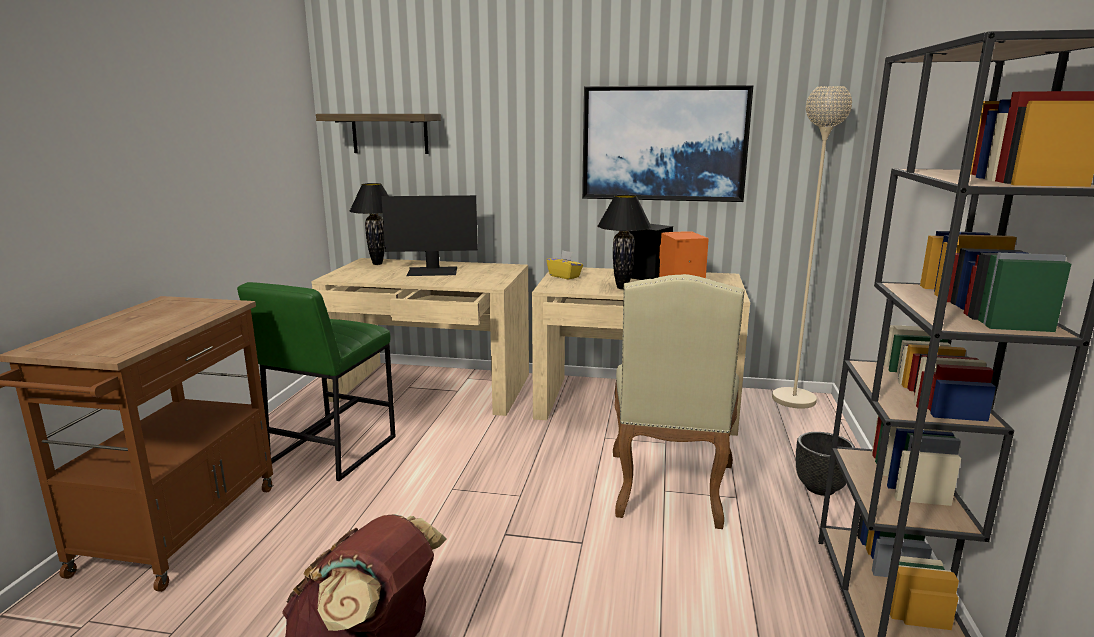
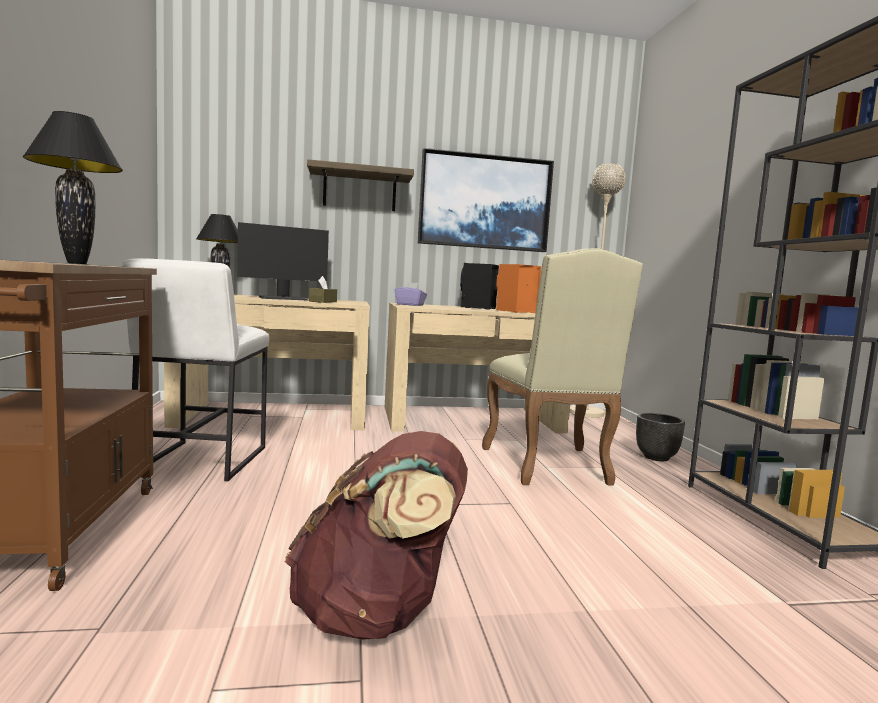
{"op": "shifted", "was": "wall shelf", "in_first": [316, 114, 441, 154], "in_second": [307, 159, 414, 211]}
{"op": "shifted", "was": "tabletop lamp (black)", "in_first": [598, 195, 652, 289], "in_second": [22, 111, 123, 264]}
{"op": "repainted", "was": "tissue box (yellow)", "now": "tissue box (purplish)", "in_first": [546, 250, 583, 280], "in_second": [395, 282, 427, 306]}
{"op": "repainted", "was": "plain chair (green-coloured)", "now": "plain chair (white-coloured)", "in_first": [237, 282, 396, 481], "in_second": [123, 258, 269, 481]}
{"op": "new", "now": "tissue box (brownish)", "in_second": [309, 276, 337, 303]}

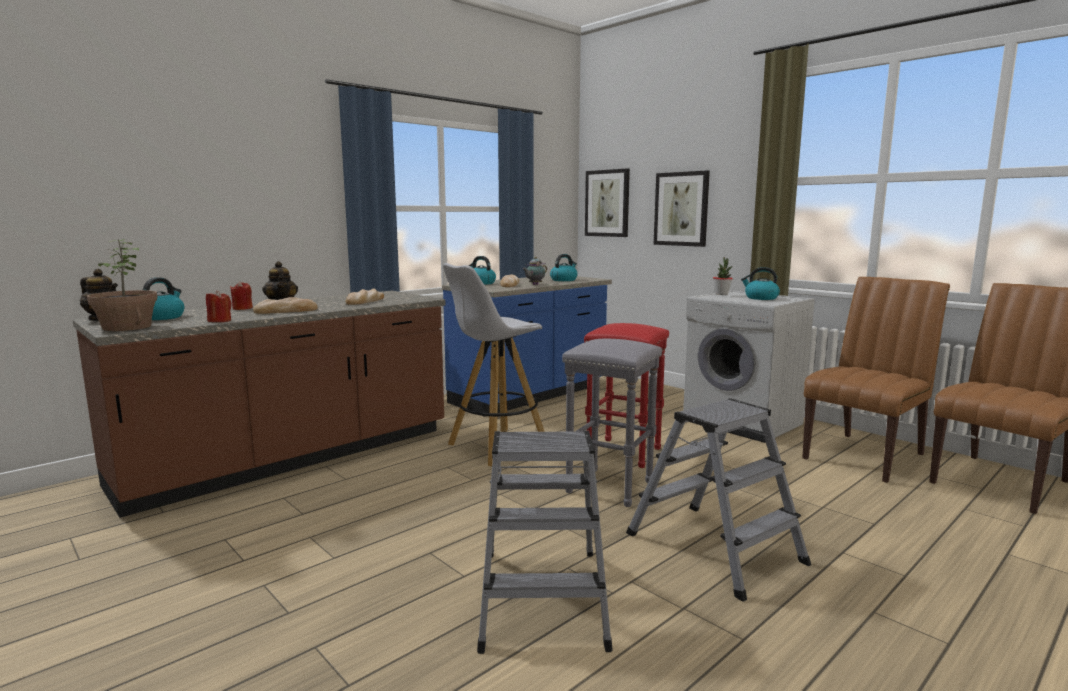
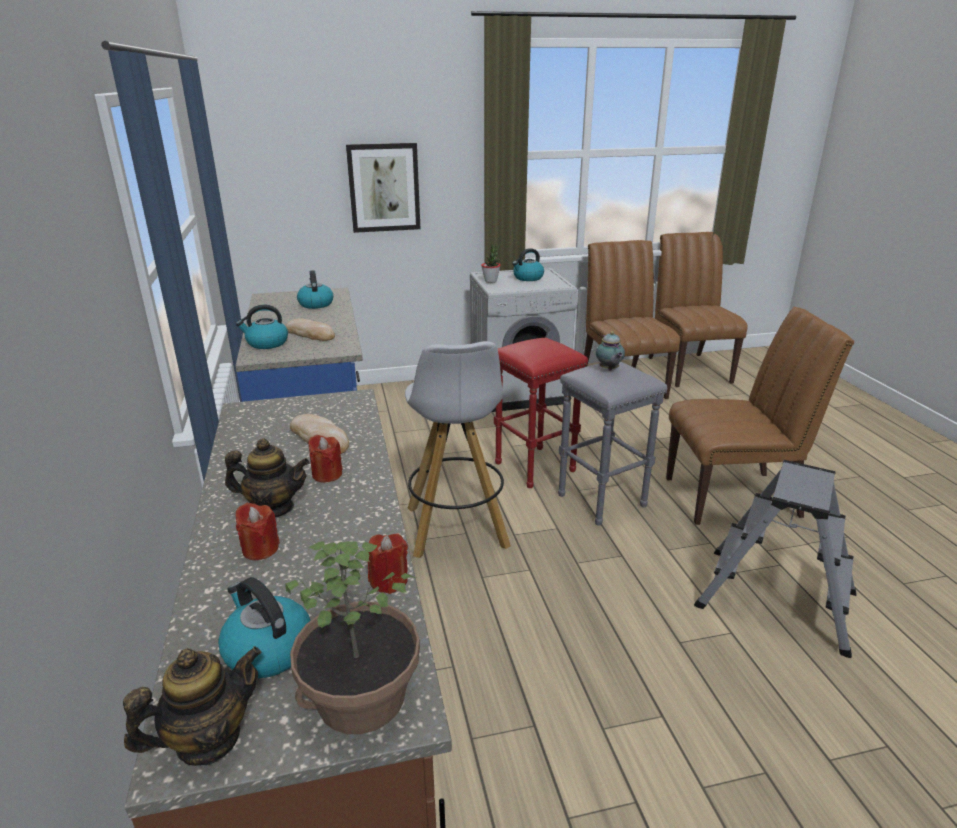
{"op": "gone", "was": "wall picture", "in_first": [585, 169, 630, 237]}
{"op": "shifted", "was": "pot for tea", "in_first": [522, 257, 547, 285], "in_second": [596, 331, 625, 371]}
{"op": "gone", "was": "bakery bread", "in_first": [253, 297, 318, 314]}
{"op": "swapped", "was": "stepladder (grey)", "now": "plain chair (brownish)", "in_first": [626, 398, 811, 602], "in_second": [666, 306, 854, 525]}
{"op": "new", "now": "candle (reddish)", "in_second": [308, 435, 343, 483]}

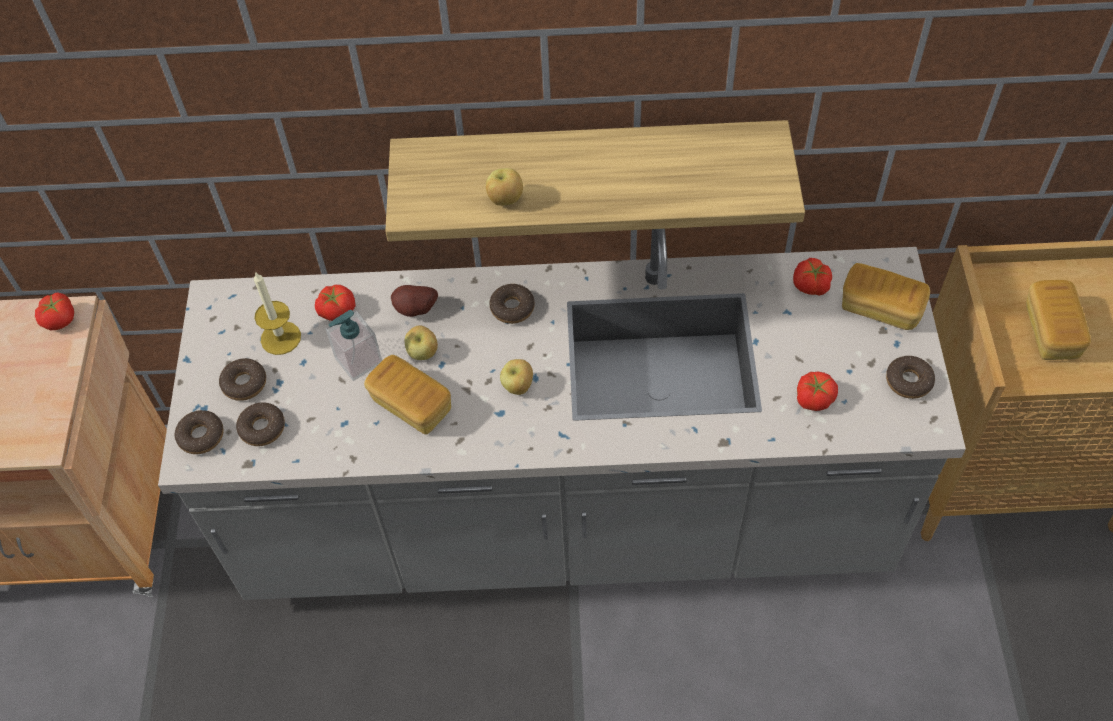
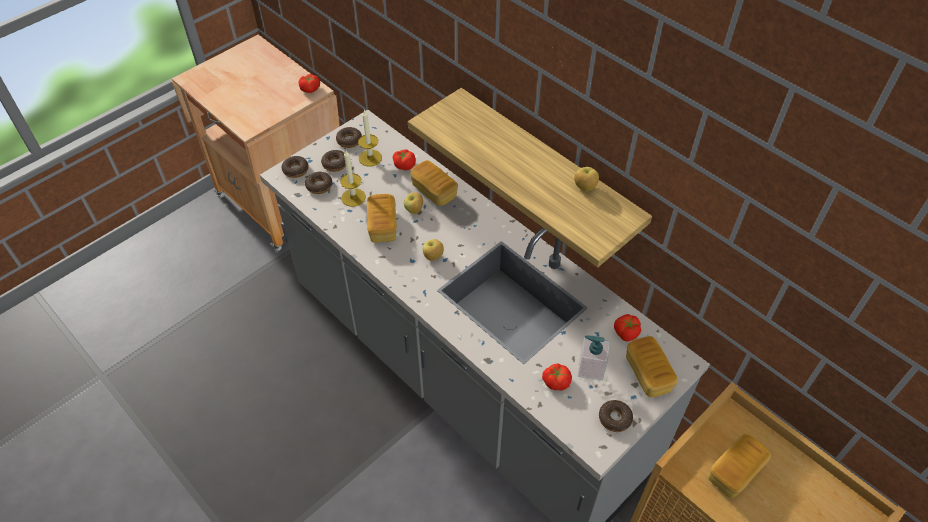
{"op": "shifted", "was": "apple fruit", "in_first": [486, 168, 523, 206], "in_second": [574, 167, 599, 191]}
{"op": "shifted", "was": "doughnut", "in_first": [489, 284, 535, 324], "in_second": [336, 127, 362, 148]}
{"op": "swapped", "was": "whole potato", "now": "bakery bread", "in_first": [391, 285, 438, 317], "in_second": [411, 160, 458, 206]}
{"op": "shifted", "was": "soap bottle", "in_first": [326, 310, 382, 381], "in_second": [578, 336, 610, 381]}
{"op": "new", "now": "candle", "in_second": [340, 150, 366, 207]}

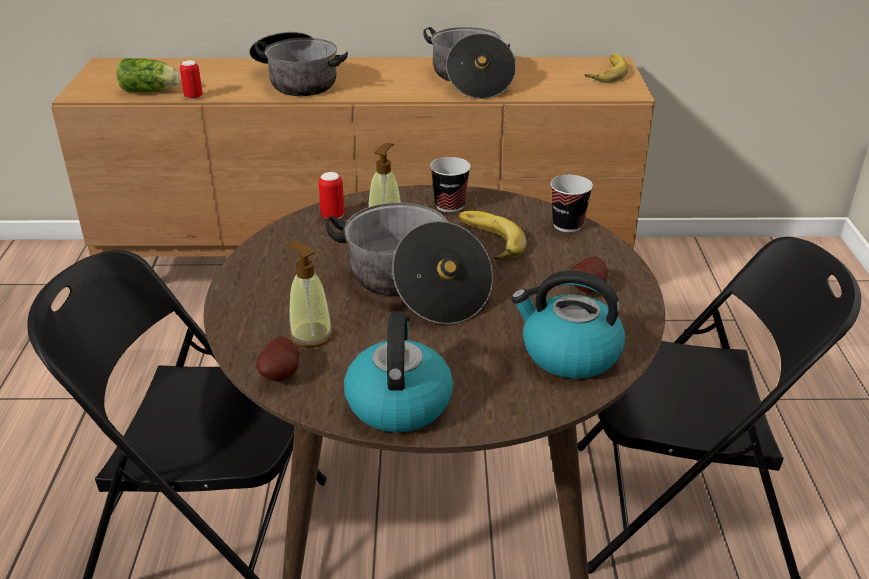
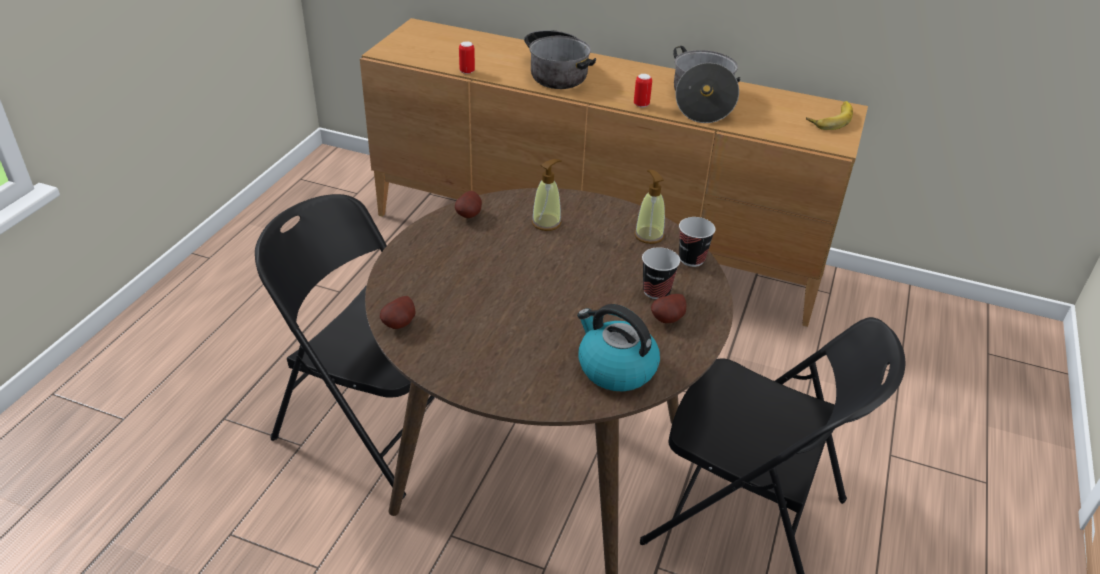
{"op": "gone", "was": "lettuce head", "in_first": [117, 58, 180, 93]}
{"op": "shifted", "was": "small cup", "in_first": [430, 157, 471, 213], "in_second": [642, 247, 680, 300]}
{"op": "shifted", "was": "sealed can", "in_first": [318, 172, 344, 219], "in_second": [634, 74, 652, 108]}
{"op": "gone", "was": "stockpot", "in_first": [325, 202, 493, 324]}
{"op": "gone", "was": "whole banana", "in_first": [459, 211, 526, 260]}
{"op": "shifted", "was": "soap bottle", "in_first": [287, 242, 333, 348], "in_second": [634, 170, 665, 244]}
{"op": "gone", "was": "kettle", "in_first": [344, 311, 453, 432]}
{"op": "new", "now": "whole potato", "in_second": [455, 191, 482, 218]}

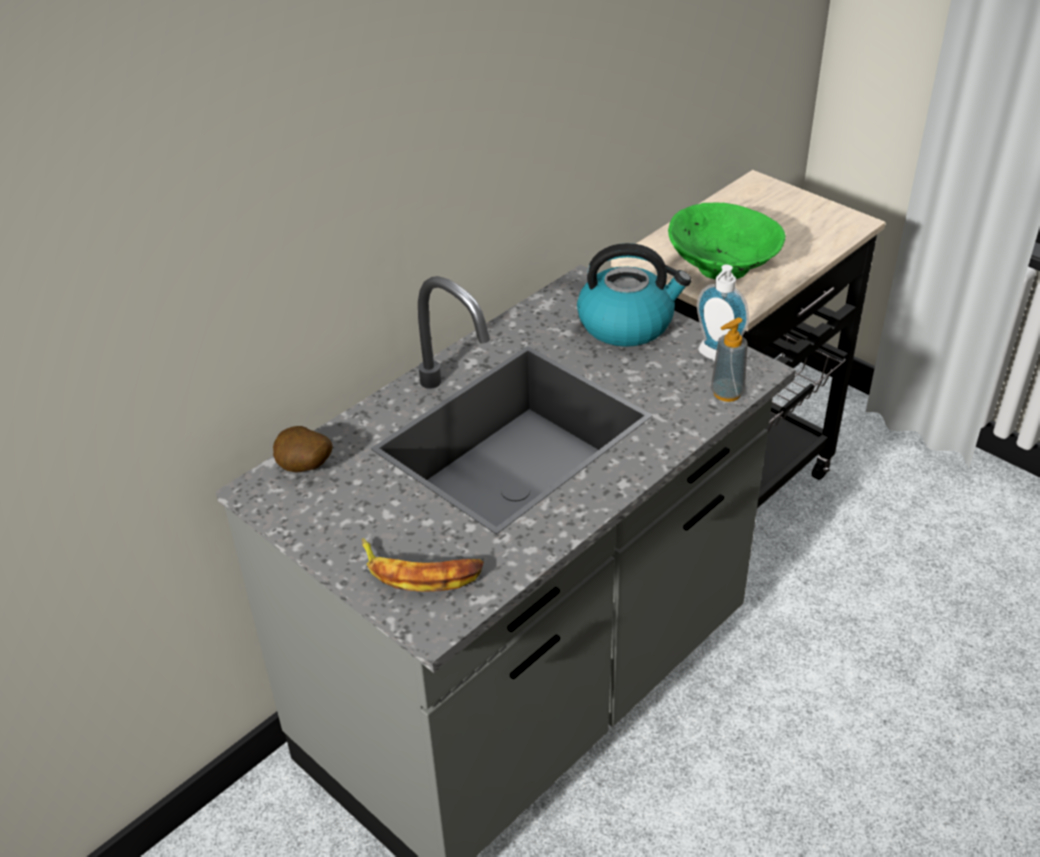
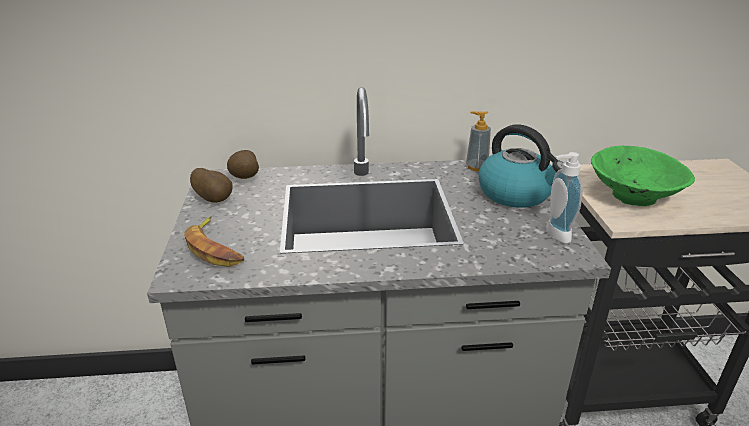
{"op": "shifted", "was": "soap bottle", "in_first": [711, 318, 748, 402], "in_second": [466, 111, 491, 171]}
{"op": "new", "now": "whole potato", "in_second": [190, 168, 233, 203]}

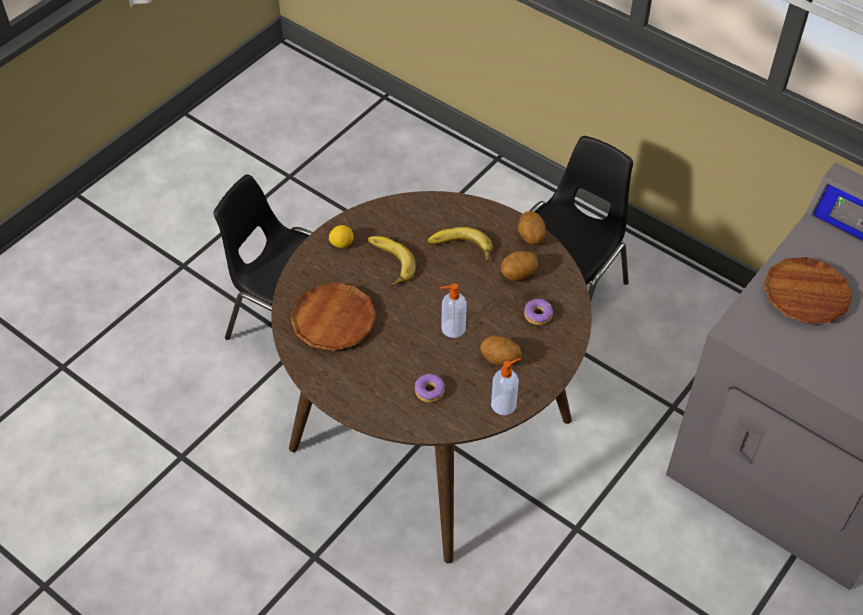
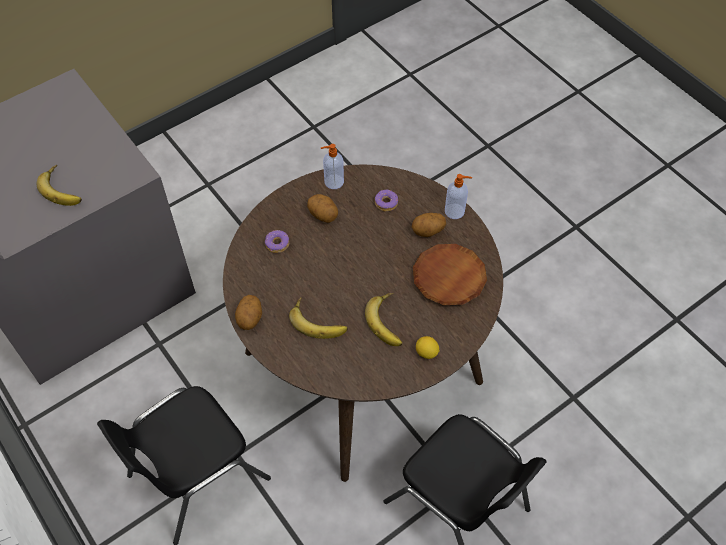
{"op": "shifted", "was": "whole potato", "in_first": [501, 251, 538, 280], "in_second": [412, 213, 446, 237]}
{"op": "swapped", "was": "dinner plate (brownish)", "now": "whole banana", "in_first": [764, 257, 852, 324], "in_second": [37, 165, 82, 206]}
{"op": "shifted", "was": "soap bottle", "in_first": [440, 283, 467, 338], "in_second": [445, 174, 472, 219]}

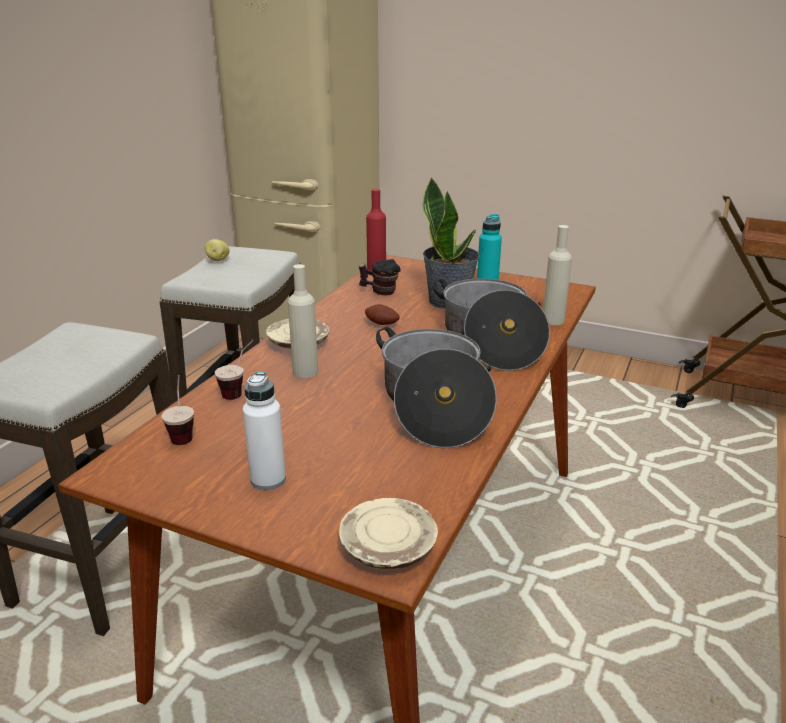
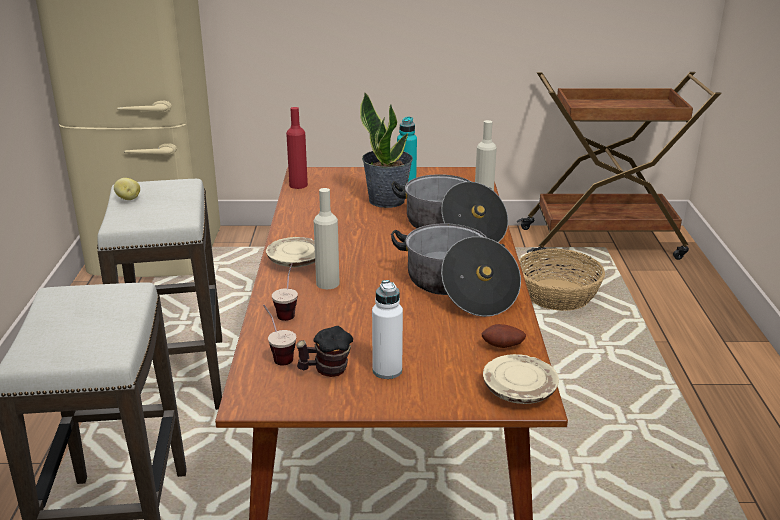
{"op": "shifted", "was": "coffee mug", "in_first": [358, 259, 401, 296], "in_second": [296, 326, 353, 377]}
{"op": "shifted", "was": "whole potato", "in_first": [365, 304, 400, 325], "in_second": [482, 324, 526, 348]}
{"op": "new", "now": "household basket", "in_second": [519, 249, 605, 311]}

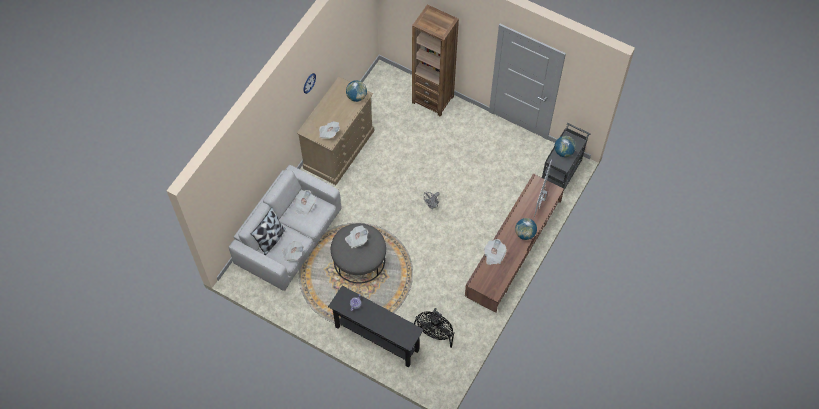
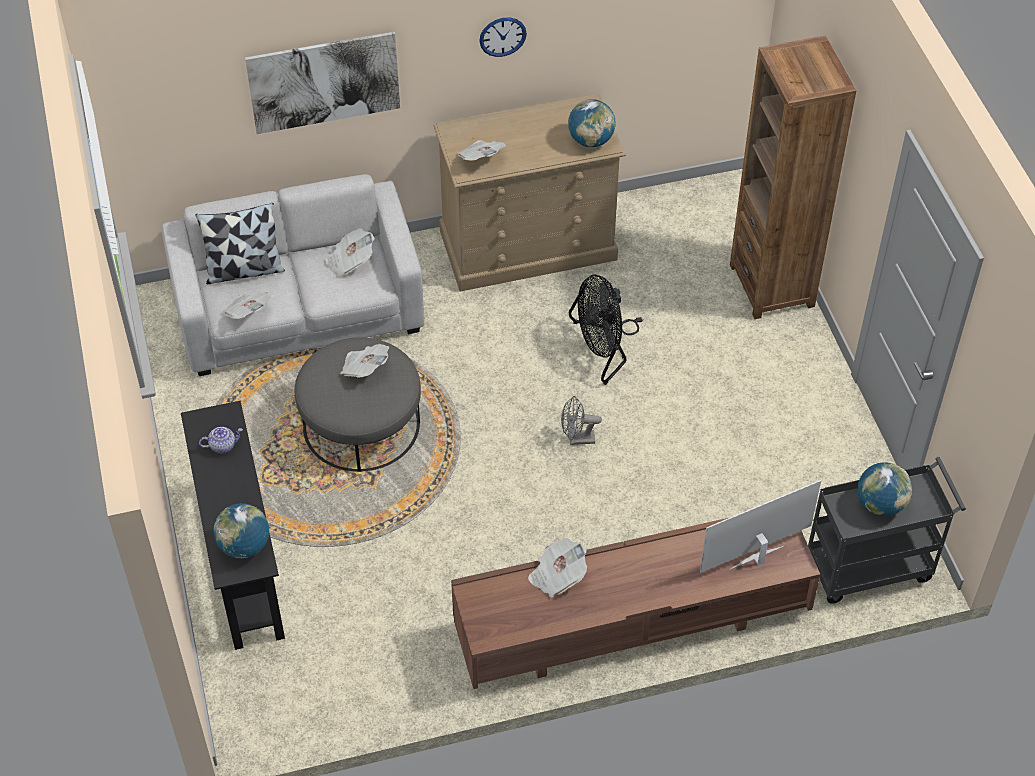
{"op": "shifted", "was": "desk globe", "in_first": [515, 218, 537, 240], "in_second": [214, 503, 269, 559]}
{"op": "shifted", "was": "cooling fan (black)", "in_first": [414, 308, 455, 348], "in_second": [569, 274, 642, 385]}
{"op": "new", "now": "wall picture", "in_second": [245, 32, 400, 134]}

